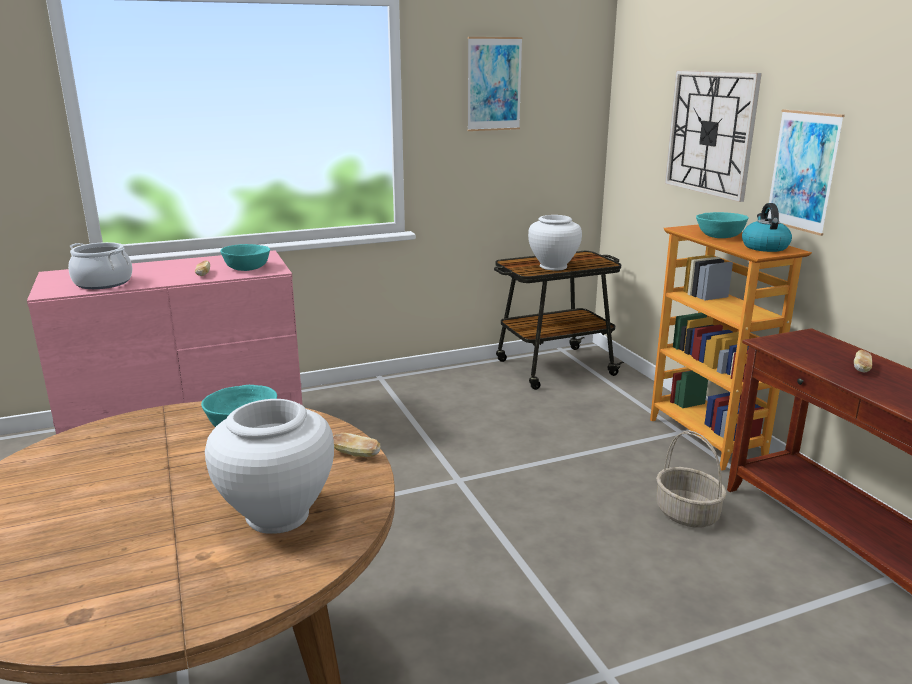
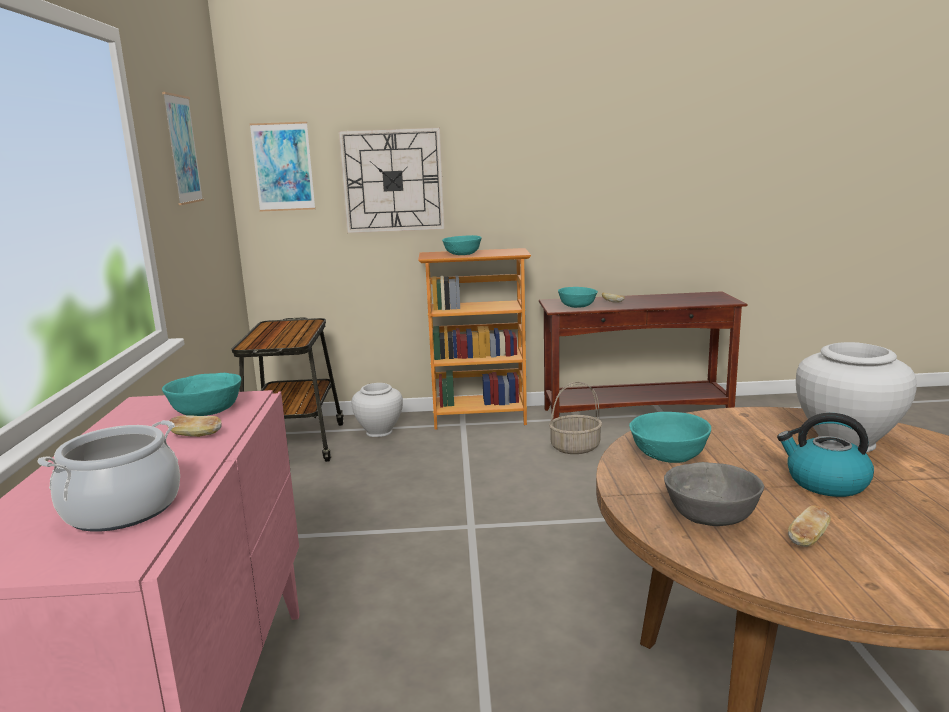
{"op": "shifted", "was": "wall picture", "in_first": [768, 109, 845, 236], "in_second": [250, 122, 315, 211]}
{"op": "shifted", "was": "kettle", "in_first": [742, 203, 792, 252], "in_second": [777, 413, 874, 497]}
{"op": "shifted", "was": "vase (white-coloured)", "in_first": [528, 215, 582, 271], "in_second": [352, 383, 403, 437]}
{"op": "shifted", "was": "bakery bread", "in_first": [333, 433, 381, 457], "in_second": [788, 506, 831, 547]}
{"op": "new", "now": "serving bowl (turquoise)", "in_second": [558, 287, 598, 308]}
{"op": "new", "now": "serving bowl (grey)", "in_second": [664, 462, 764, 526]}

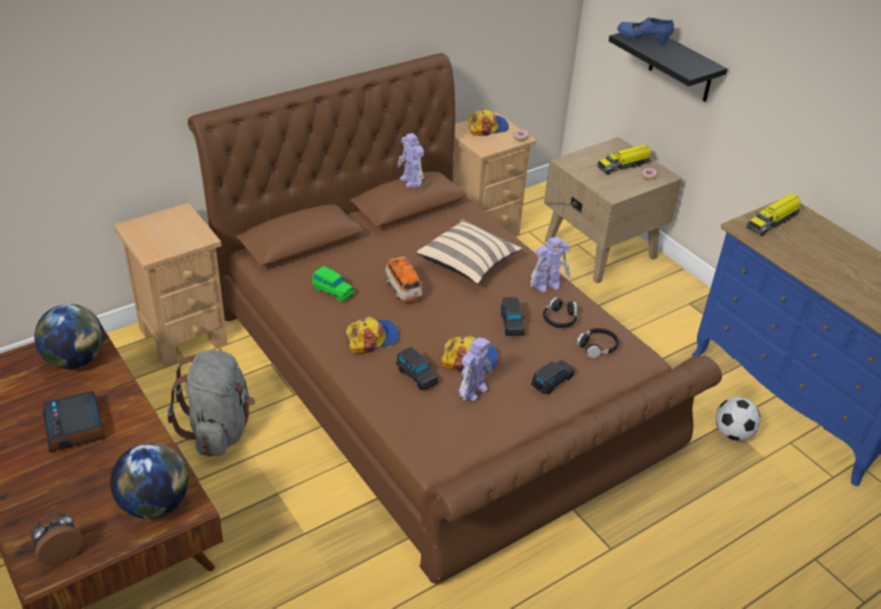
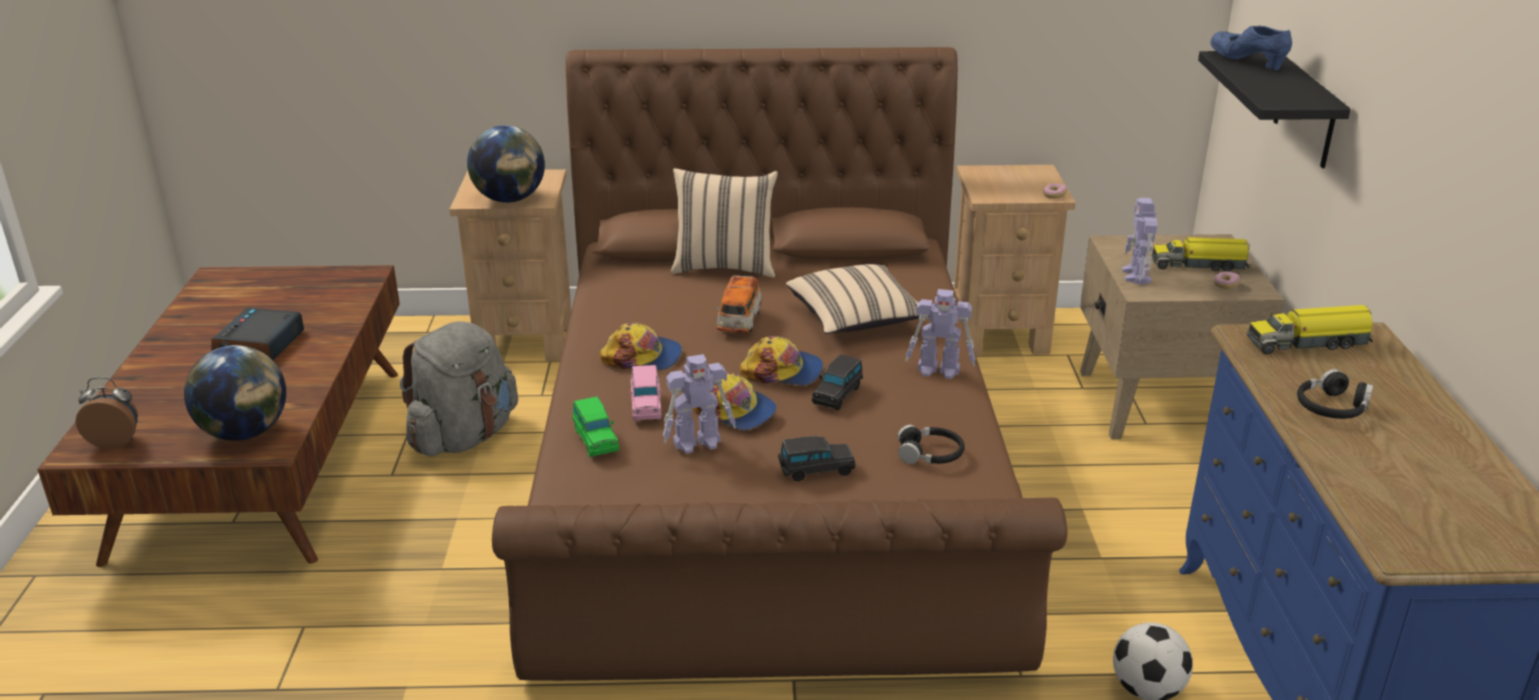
{"op": "shifted", "was": "baseball cap", "in_first": [467, 109, 509, 136], "in_second": [740, 336, 823, 386]}
{"op": "shifted", "was": "model robot", "in_first": [398, 133, 424, 188], "in_second": [1122, 198, 1157, 284]}
{"op": "shifted", "was": "model car (green-coloured)", "in_first": [312, 266, 354, 302], "in_second": [572, 396, 619, 457]}
{"op": "shifted", "was": "headphones (black)", "in_first": [543, 297, 577, 328], "in_second": [1297, 369, 1373, 419]}
{"op": "shifted", "was": "desk globe", "in_first": [34, 304, 104, 369], "in_second": [467, 125, 545, 203]}
{"op": "repainted", "was": "model car (black)", "now": "model car (pink-coloured)", "in_first": [396, 347, 439, 390], "in_second": [630, 365, 662, 421]}
{"op": "new", "now": "throw pillow (beige)", "in_second": [671, 168, 778, 278]}

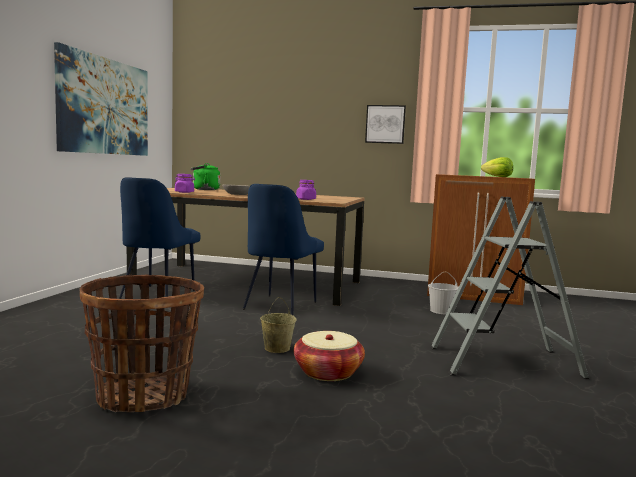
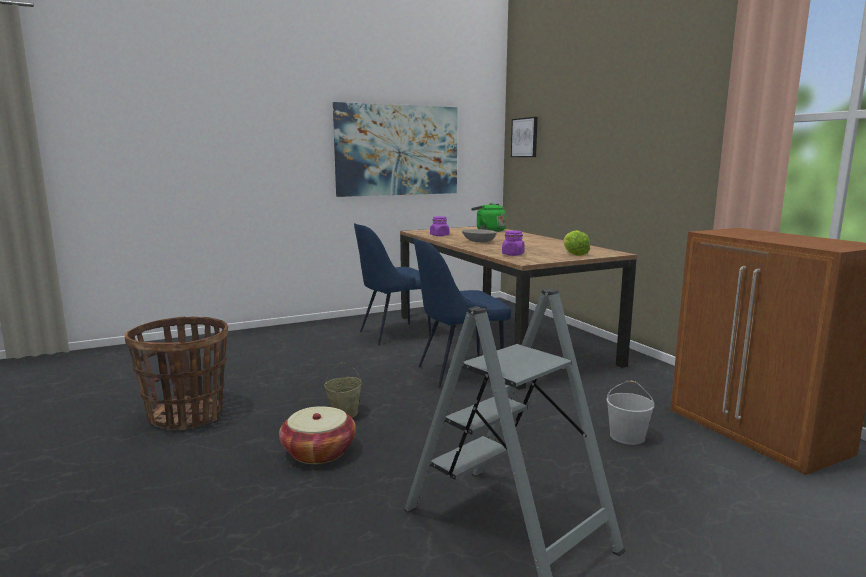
{"op": "shifted", "was": "wall picture", "in_first": [365, 105, 406, 144], "in_second": [511, 117, 538, 157]}
{"op": "shifted", "was": "lettuce head", "in_first": [481, 157, 513, 177], "in_second": [563, 230, 590, 256]}

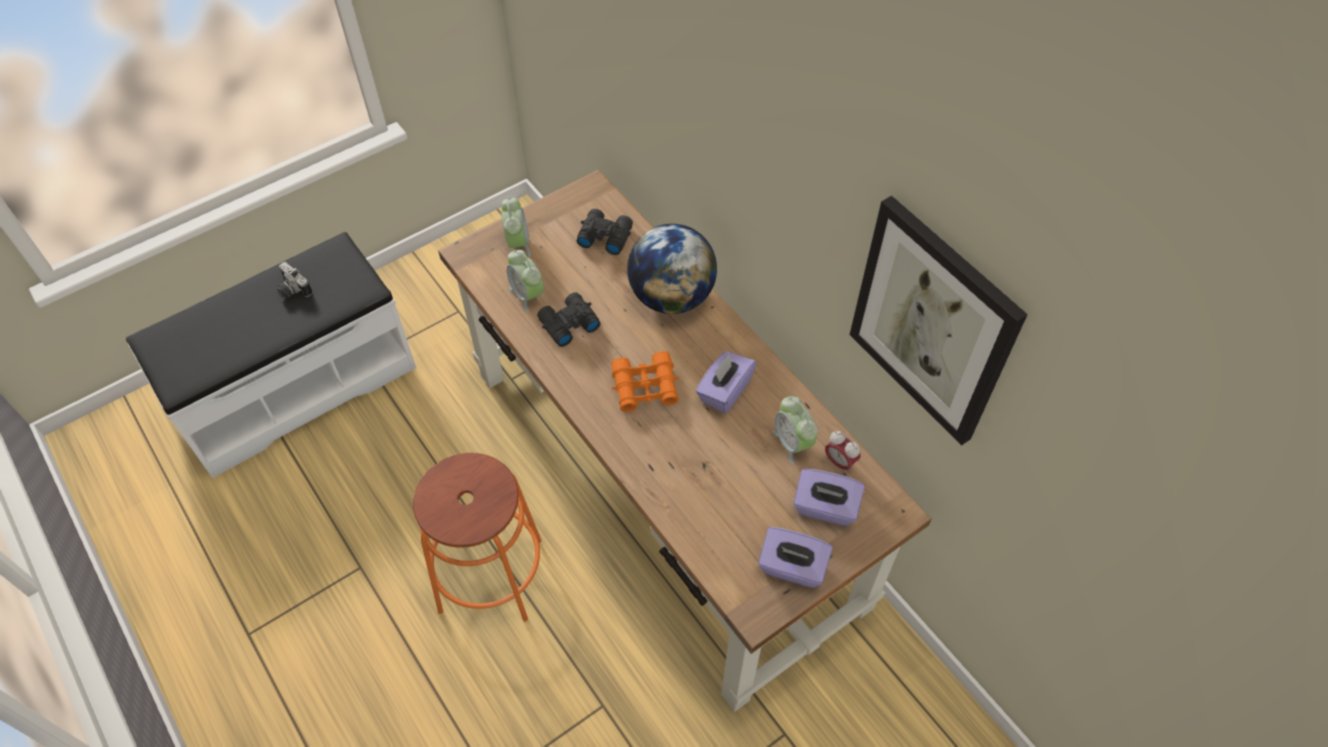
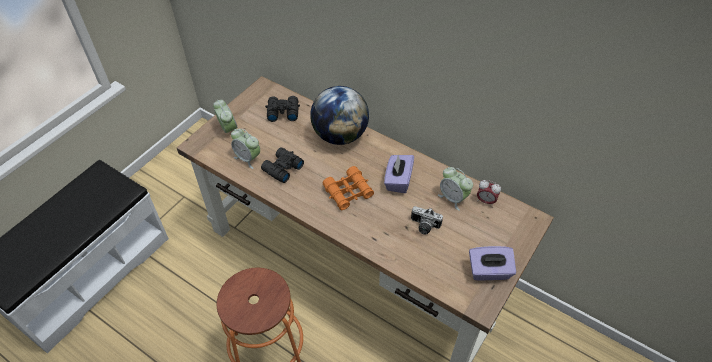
{"op": "gone", "was": "wall picture", "in_first": [850, 196, 1028, 445]}
{"op": "shifted", "was": "still camera", "in_first": [277, 262, 312, 298], "in_second": [411, 206, 443, 235]}
{"op": "gone", "was": "tissue box (purplish)", "in_first": [794, 469, 865, 526]}

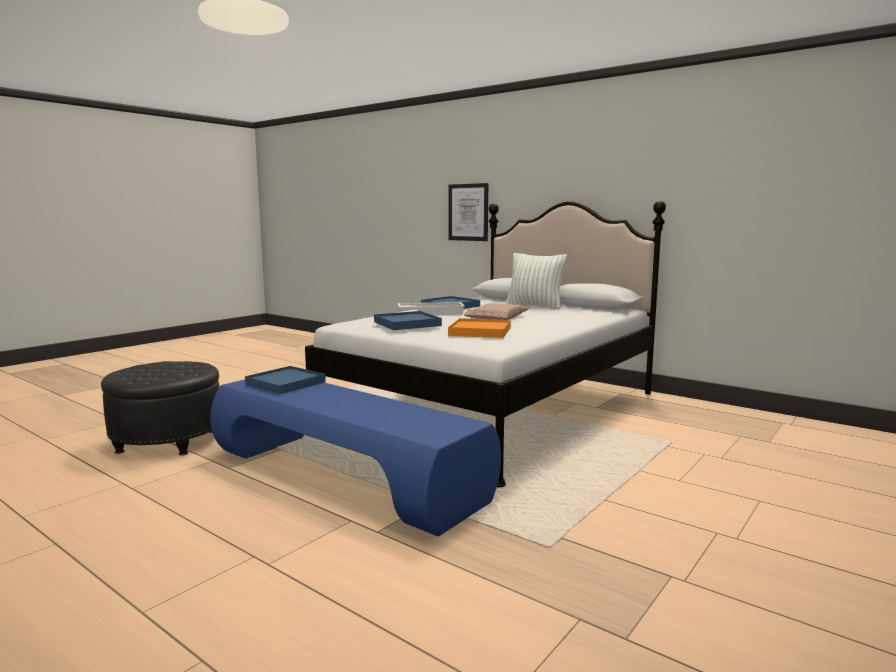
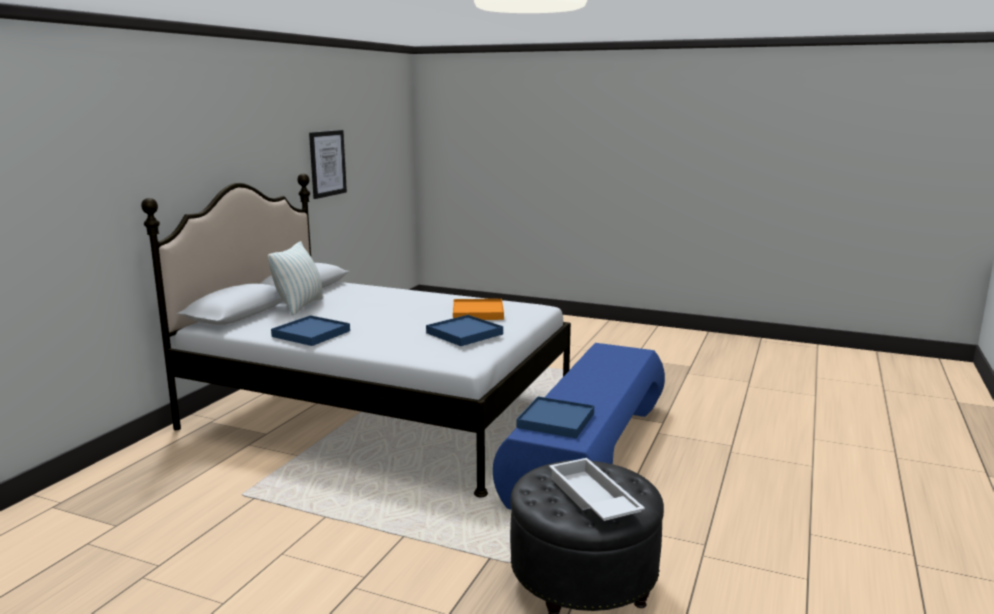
{"op": "shifted", "was": "wall picture", "in_first": [449, 183, 488, 241], "in_second": [309, 130, 347, 199]}
{"op": "shifted", "was": "carrying tray (white-coloured)", "in_first": [397, 302, 465, 315], "in_second": [549, 458, 645, 521]}
{"op": "gone", "was": "throw pillow (beige)", "in_first": [464, 303, 529, 320]}

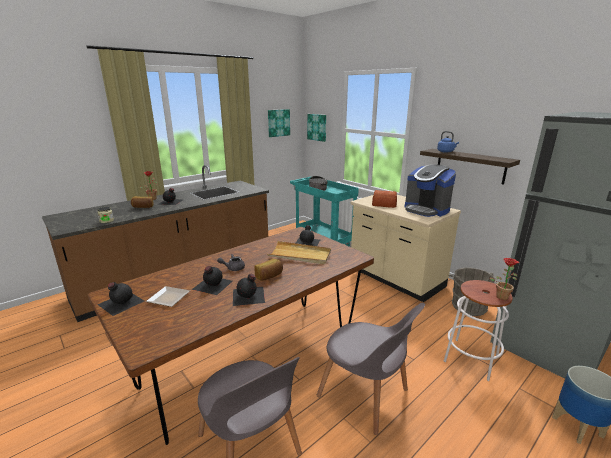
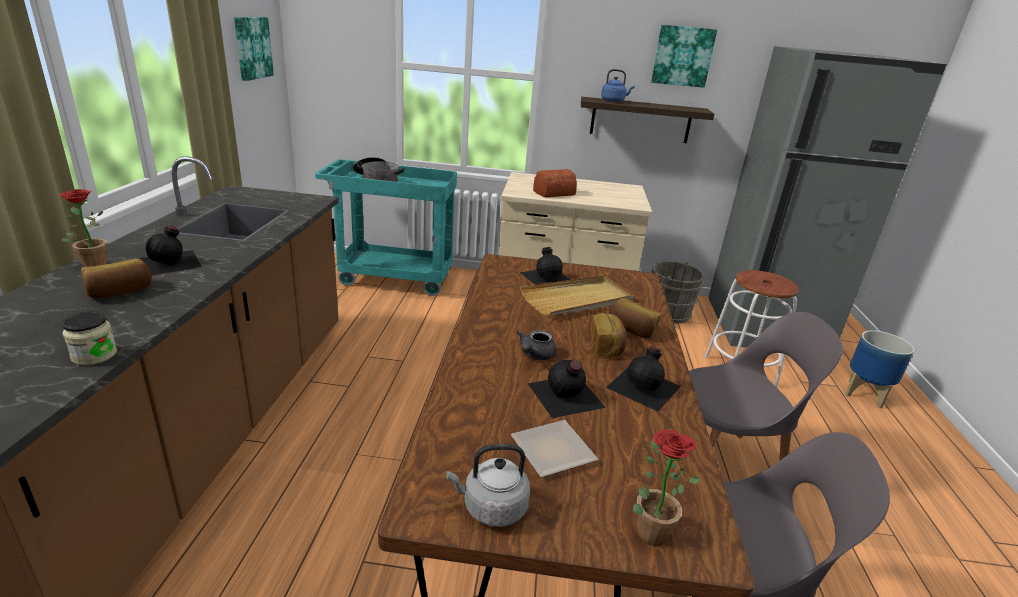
{"op": "shifted", "was": "wall picture", "in_first": [307, 114, 326, 142], "in_second": [651, 25, 717, 88]}
{"op": "gone", "was": "coffee brewer", "in_first": [405, 164, 456, 217]}
{"op": "shifted", "was": "houseplant", "in_first": [490, 258, 519, 300], "in_second": [633, 430, 701, 546]}
{"op": "swapped", "was": "beverage bottle (black)", "now": "kettle (grey)", "in_first": [97, 282, 144, 316], "in_second": [447, 444, 530, 527]}
{"op": "new", "now": "bakery bread", "in_second": [609, 298, 661, 339]}

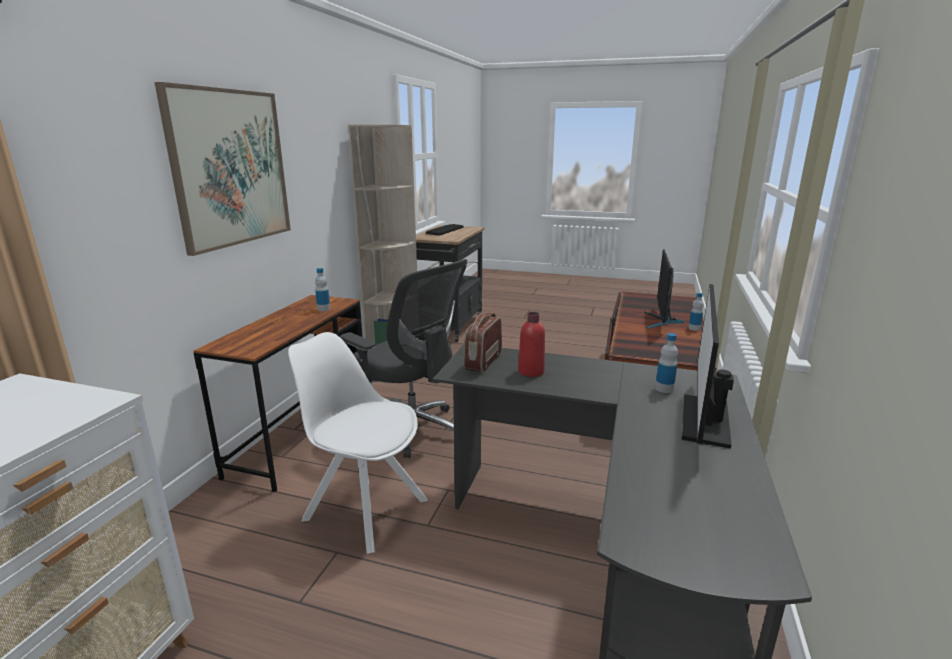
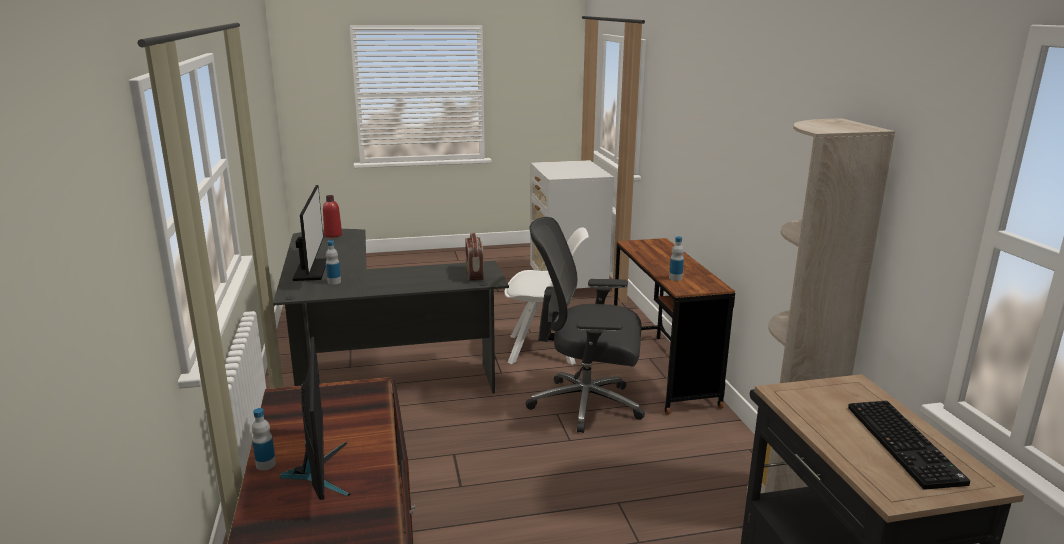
{"op": "gone", "was": "wall picture", "in_first": [155, 82, 291, 256]}
{"op": "shifted", "was": "beverage bottle (reddish)", "in_first": [518, 312, 545, 377], "in_second": [323, 195, 342, 238]}

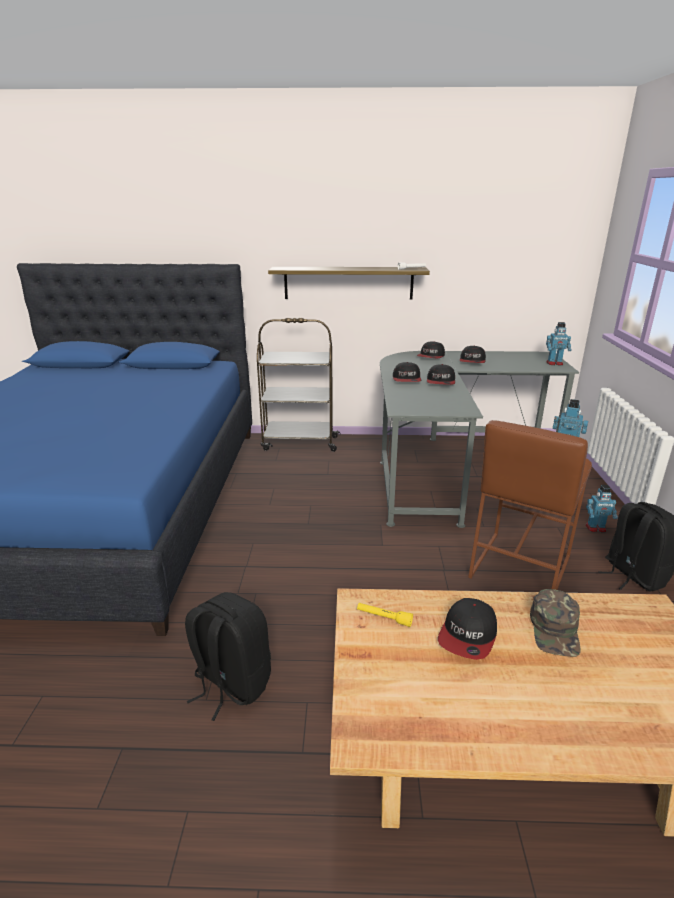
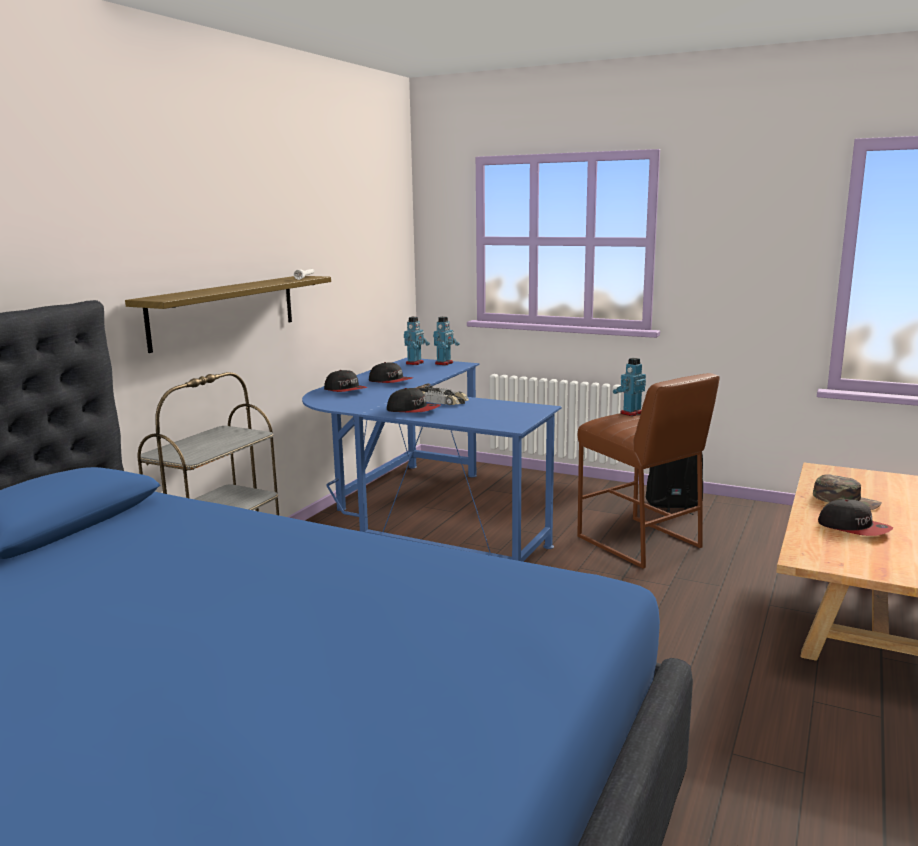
{"op": "repainted", "was": "desk unit (grey)", "now": "desk unit (blue)", "in_first": [380, 351, 579, 528], "in_second": [302, 357, 562, 562]}
{"op": "swapped", "was": "baseball cap", "now": "model car", "in_first": [427, 364, 455, 385], "in_second": [416, 383, 469, 405]}
{"op": "shifted", "was": "model robot", "in_first": [586, 485, 618, 533], "in_second": [404, 317, 430, 365]}
{"op": "gone", "was": "backpack (black)", "in_first": [185, 592, 271, 721]}
{"op": "gone", "was": "hand torch (yellow)", "in_first": [357, 603, 413, 627]}

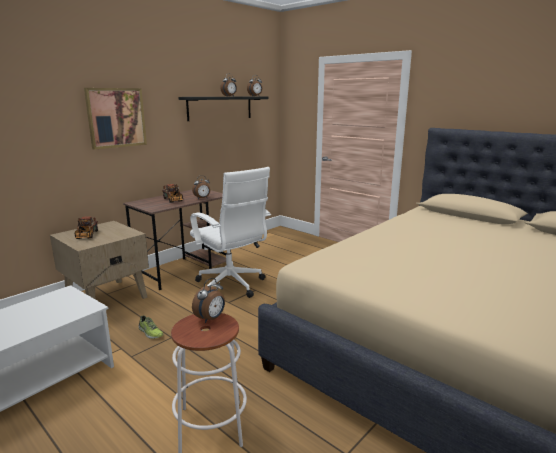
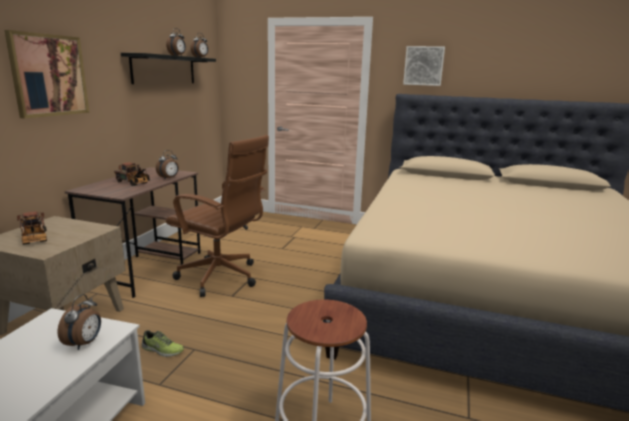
{"op": "repainted", "was": "desk chair (white-coloured)", "now": "desk chair (brownish)", "in_first": [190, 167, 271, 298], "in_second": [166, 135, 269, 297]}
{"op": "shifted", "was": "table clock", "in_first": [192, 278, 225, 323], "in_second": [57, 294, 101, 350]}
{"op": "new", "now": "wall picture", "in_second": [403, 46, 445, 86]}

